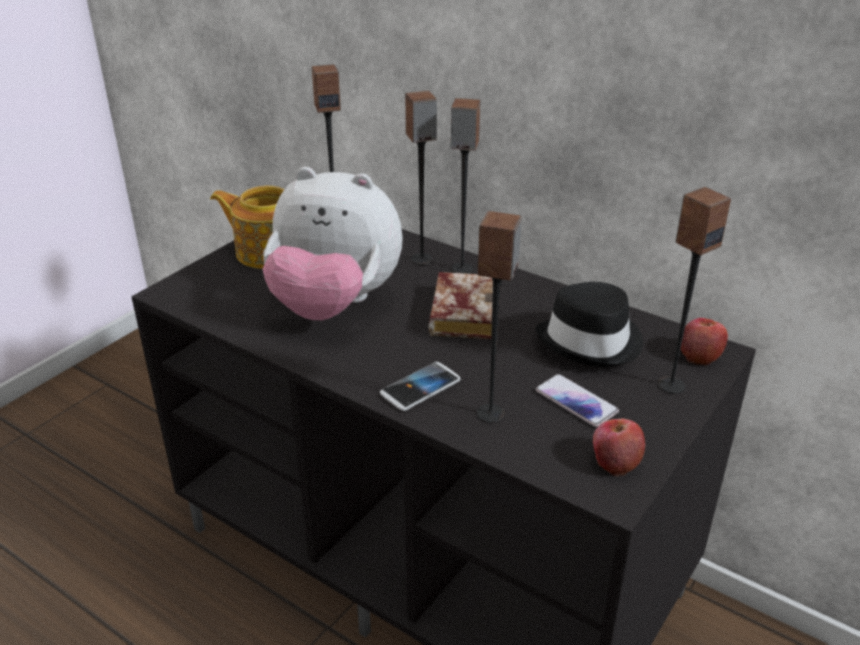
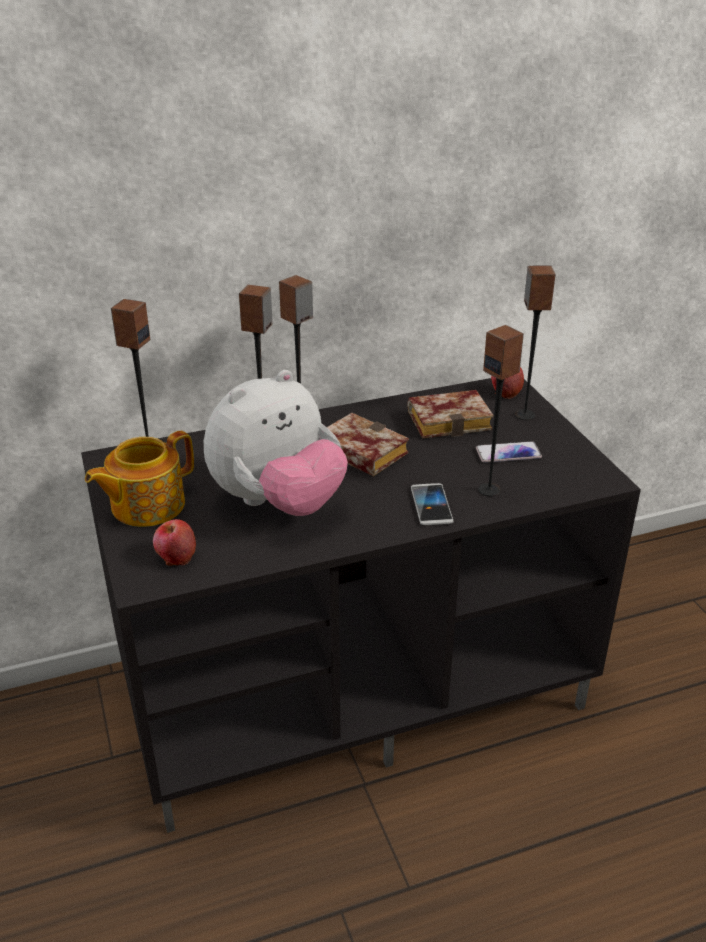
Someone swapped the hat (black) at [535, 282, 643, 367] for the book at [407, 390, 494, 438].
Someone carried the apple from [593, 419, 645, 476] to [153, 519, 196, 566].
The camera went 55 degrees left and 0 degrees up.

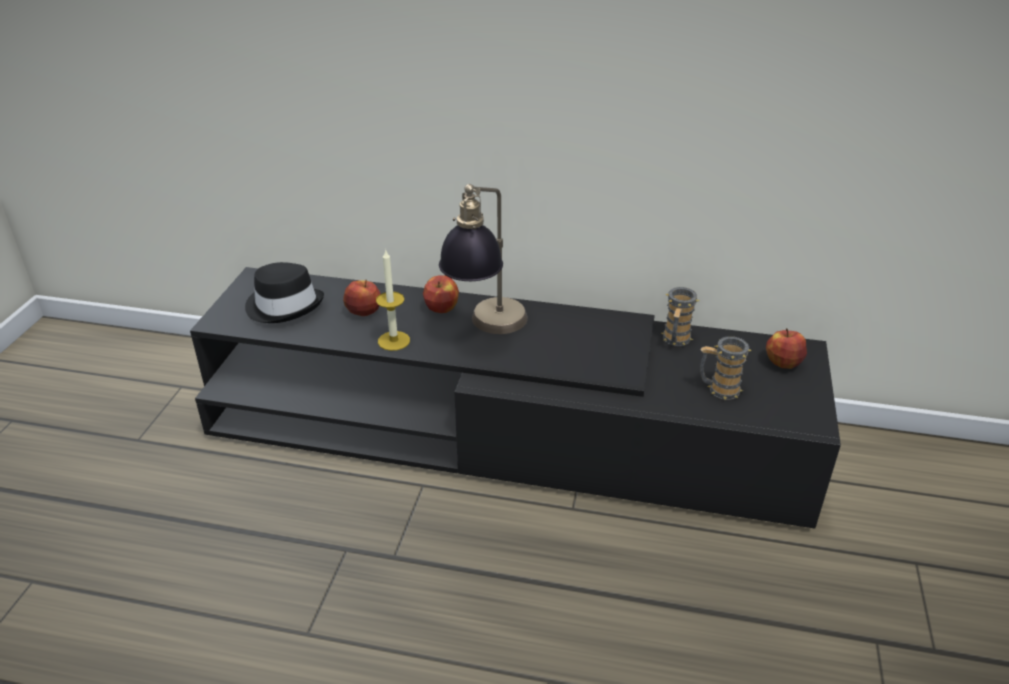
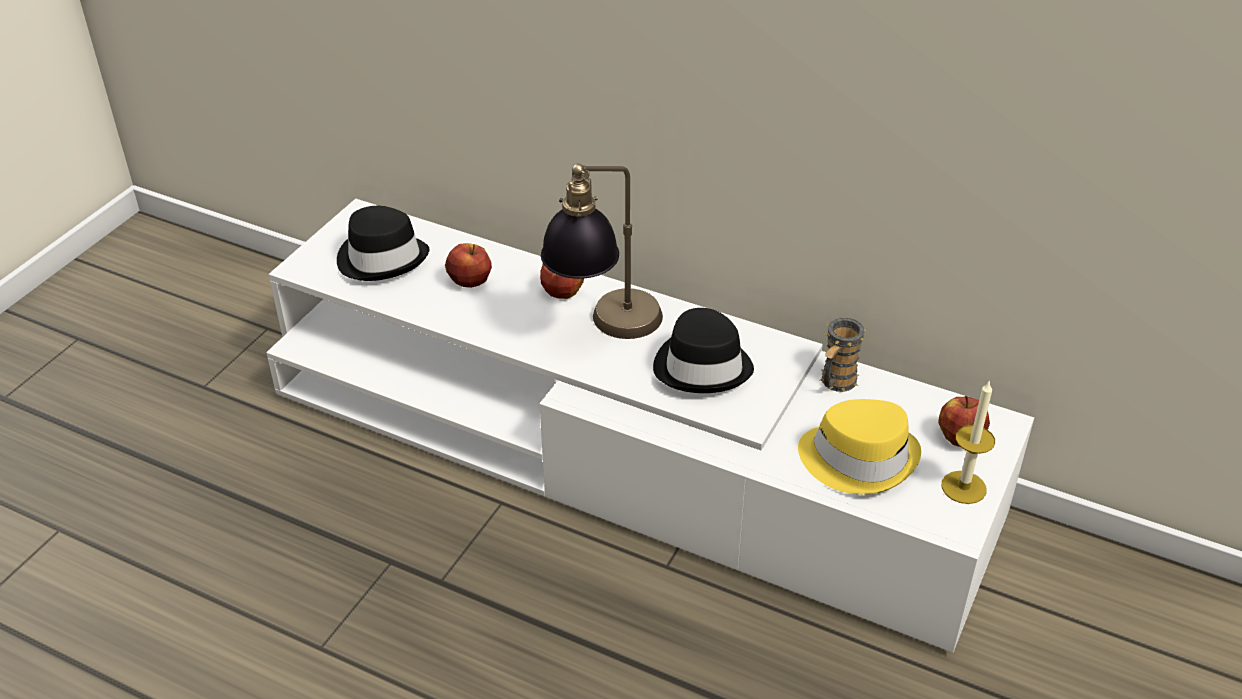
Someone carried the candle from [376, 249, 410, 351] to [942, 380, 995, 504].
Someone repainted the tv stand (black) at [190, 267, 841, 529], which became the tv stand (white) at [266, 199, 1034, 652].
Someone swapped the mug at [700, 336, 752, 400] for the hat (yellow) at [798, 399, 921, 494].
Someone put down the hat (black) at [653, 308, 754, 393].
The camera went 15 degrees right and 5 degrees up.

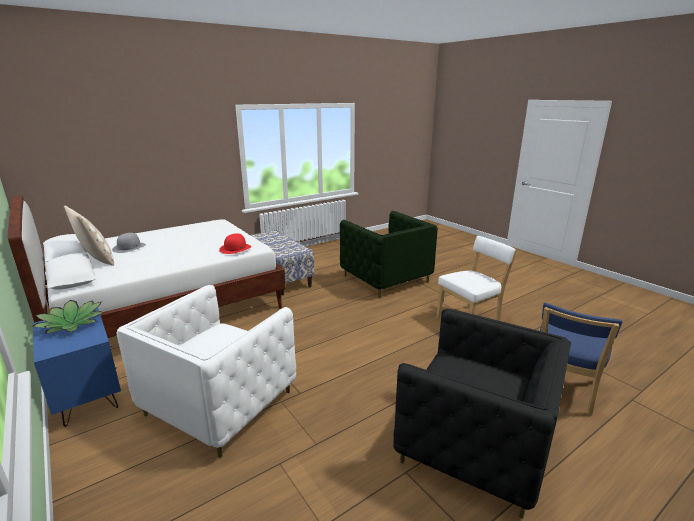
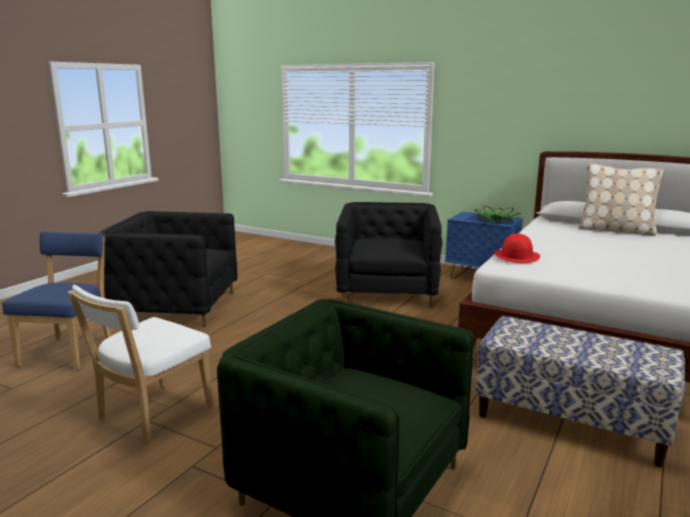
Someone took away the hat (grey) at [112, 233, 146, 253].
Someone repainted the armchair (white) at [116, 285, 296, 458], which became the armchair (black) at [335, 202, 442, 307].
The camera went 155 degrees right and 5 degrees down.

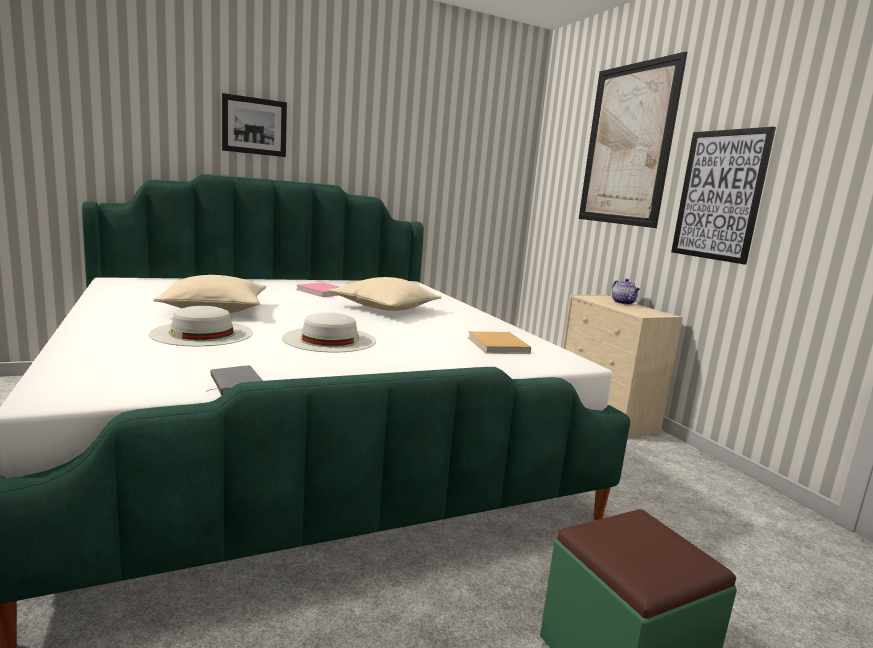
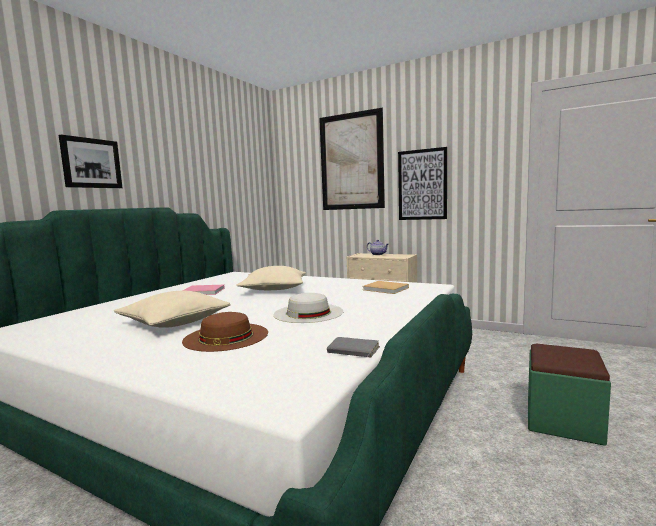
Someone repainted the hat (white) at [149, 306, 253, 346], which became the hat (brown) at [182, 312, 268, 352].
The camera went 35 degrees left and 5 degrees down.

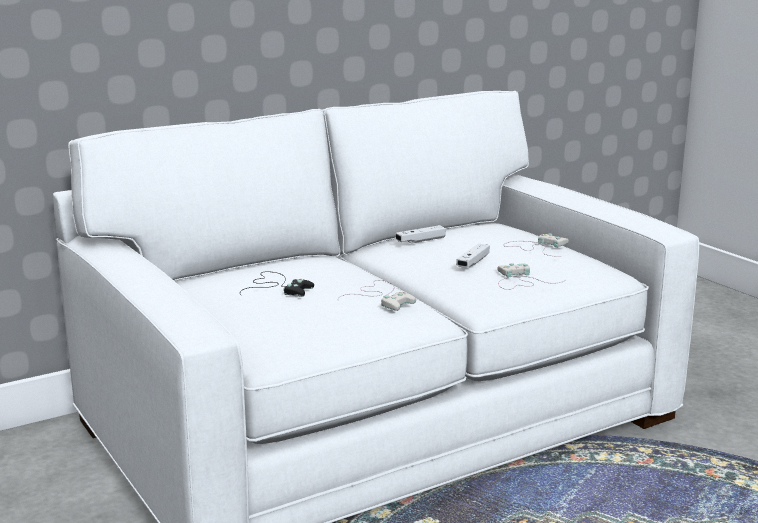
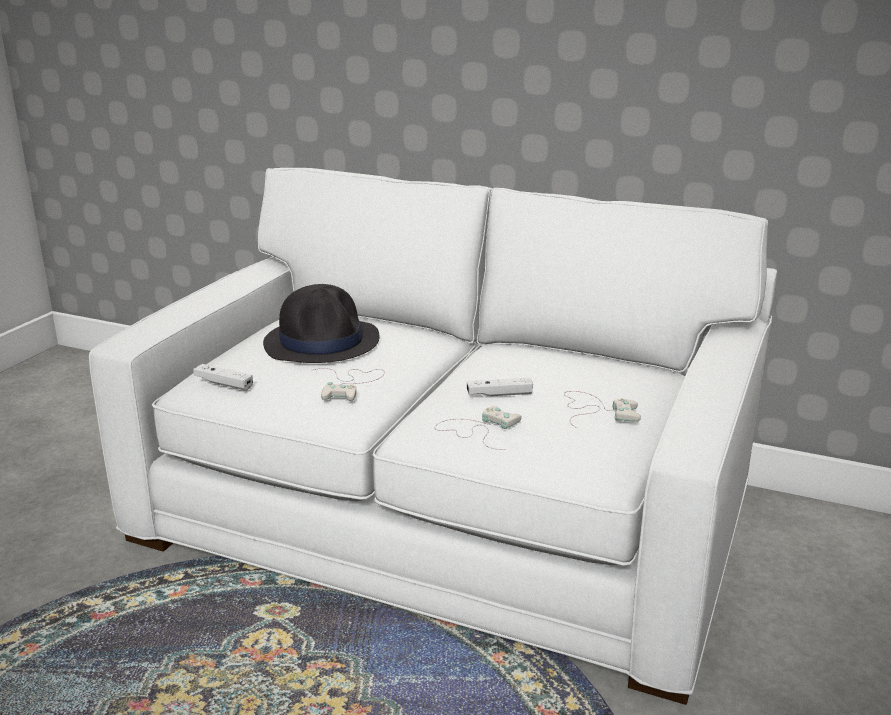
Someone carried the game controller (white) from [396, 225, 446, 243] to [193, 364, 253, 390].
Someone swapped the game controller (black) at [240, 271, 314, 297] for the hat (black) at [263, 284, 379, 363].
The camera went 55 degrees right and 5 degrees up.

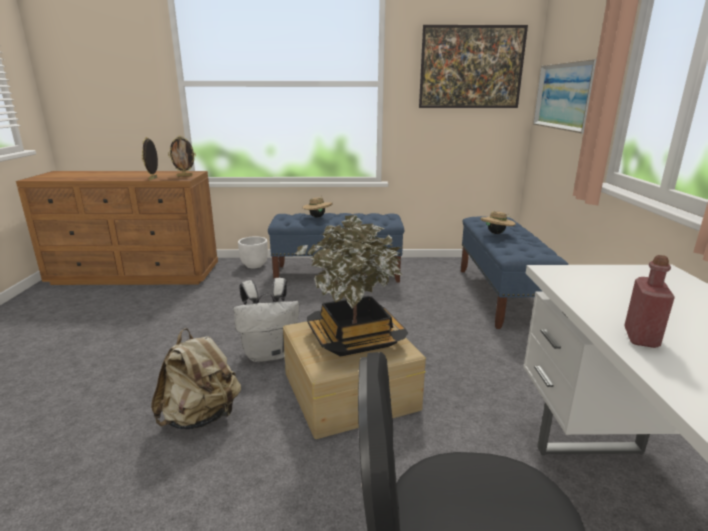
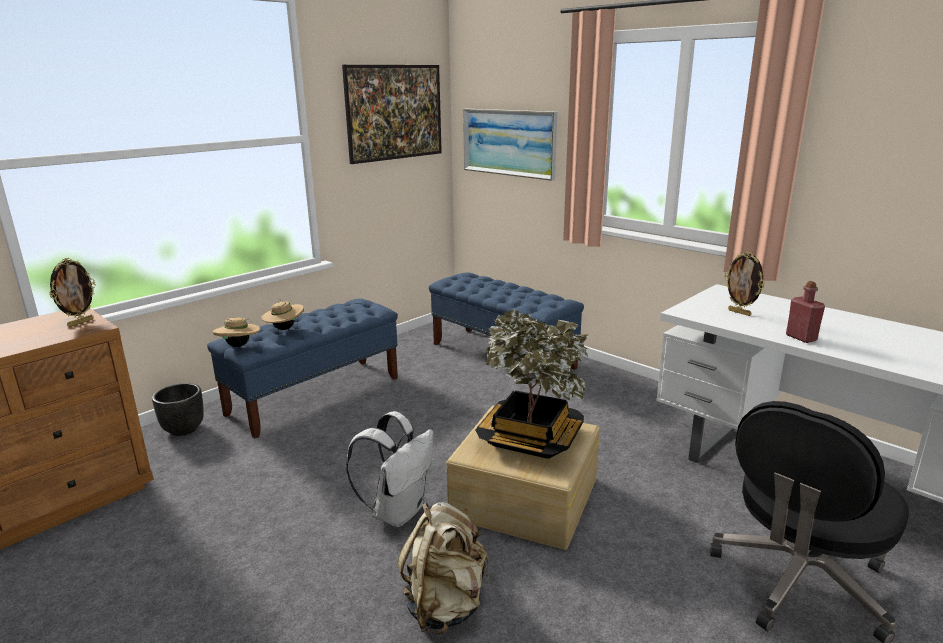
Someone carried the picture frame from [142, 137, 158, 180] to [724, 251, 765, 316].
Someone carried the hat (beige) from [481, 211, 516, 234] to [213, 318, 260, 347].
Someone repainted the planter (white) at [238, 236, 268, 268], which became the planter (black) at [152, 383, 204, 436].
The camera went 45 degrees left and 0 degrees up.

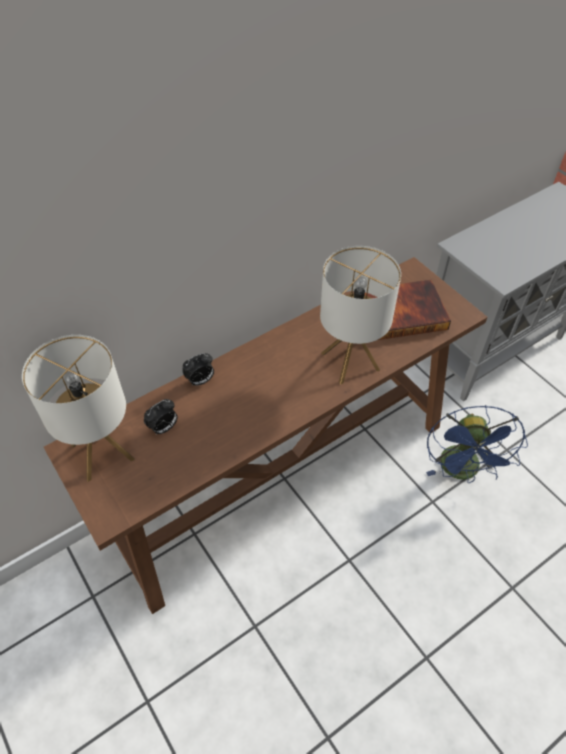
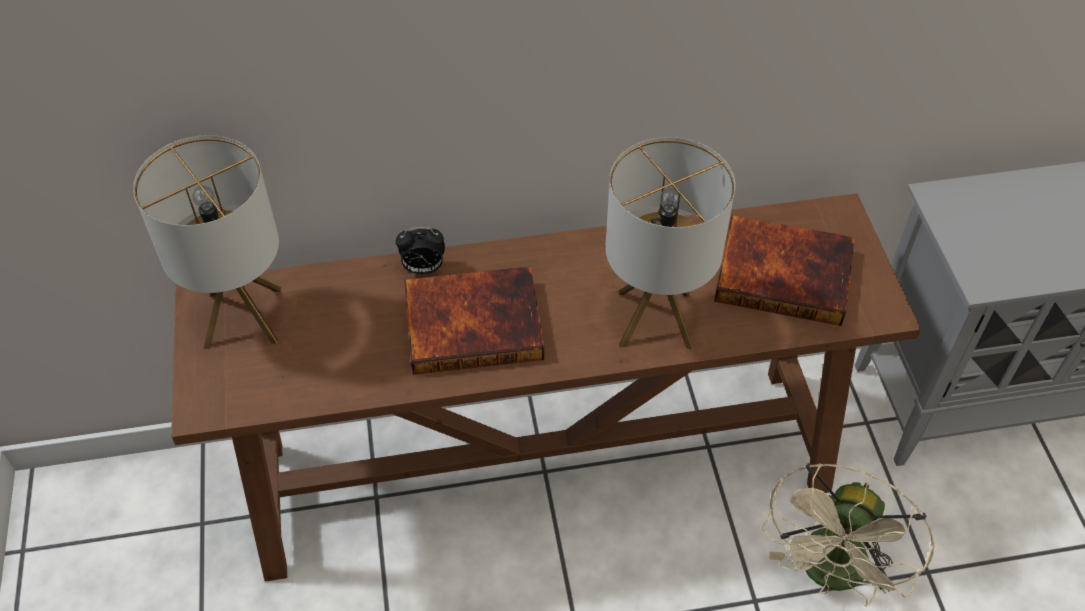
Someone took away the alarm clock at [144, 399, 178, 434].
Someone repainted the fan (blue) at [426, 405, 528, 483], which became the fan (beige) at [762, 463, 935, 607].
Someone put down the book at [404, 266, 544, 375].
The camera went 25 degrees right and 0 degrees up.

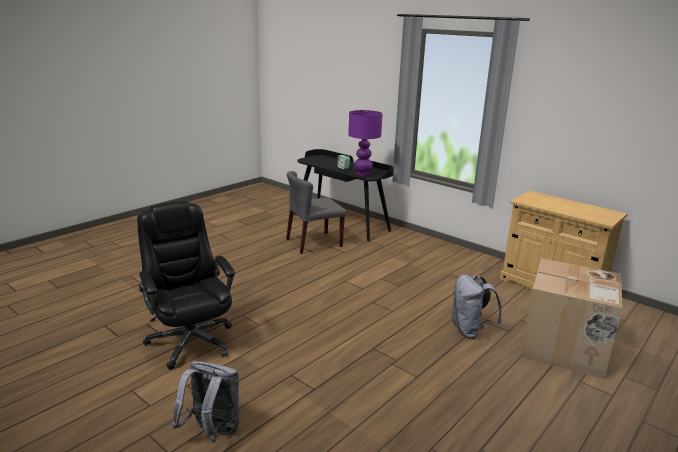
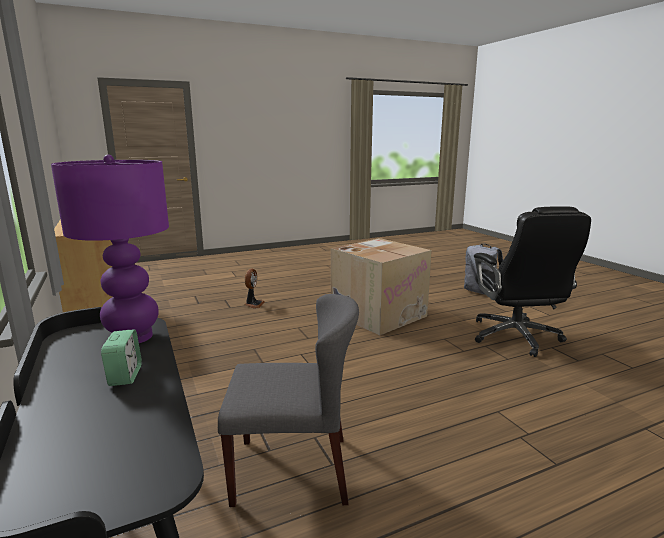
Someone carried the cardboard box from [520, 258, 623, 379] to [331, 238, 432, 335].
Someone swapped the backpack (grey) at [451, 274, 502, 339] for the fan at [244, 269, 265, 309].
The camera went 155 degrees left and 5 degrees down.

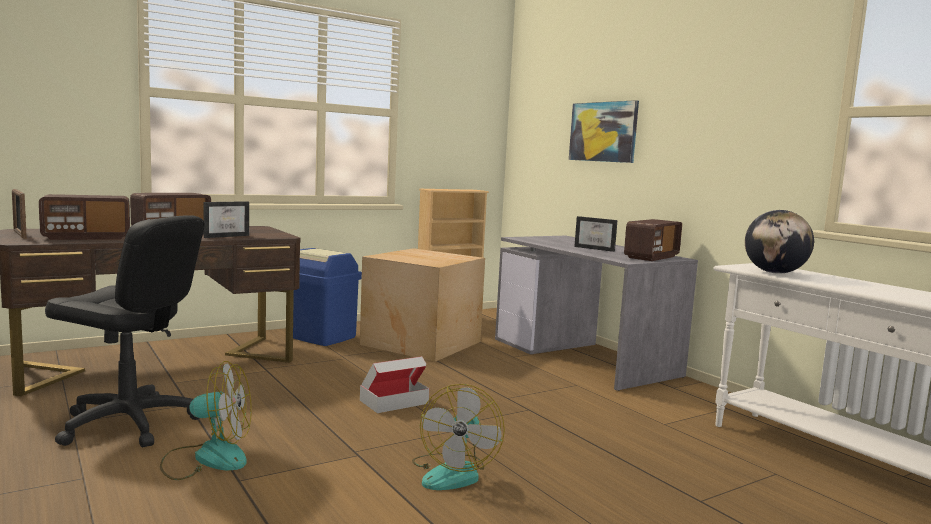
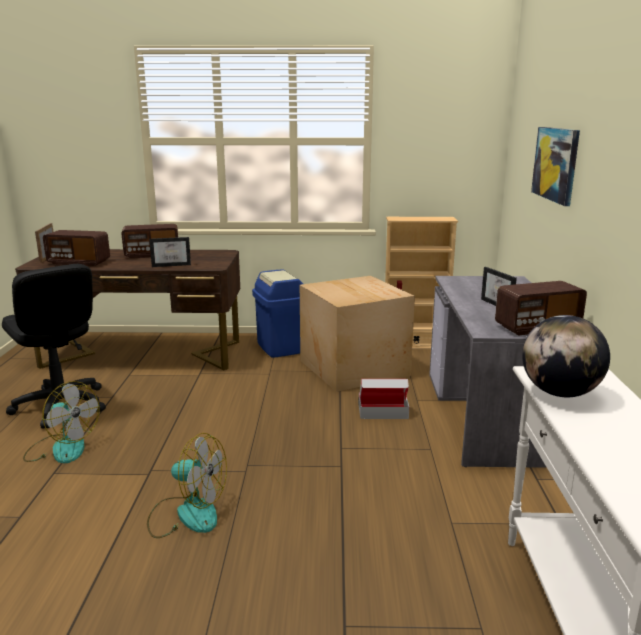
Someone carried the cardboard box from [360, 356, 429, 413] to [359, 379, 409, 419].
Someone rotated the fan at [412, 384, 505, 490] by 120 degrees counterclockwise.
The camera went 35 degrees right and 10 degrees up.

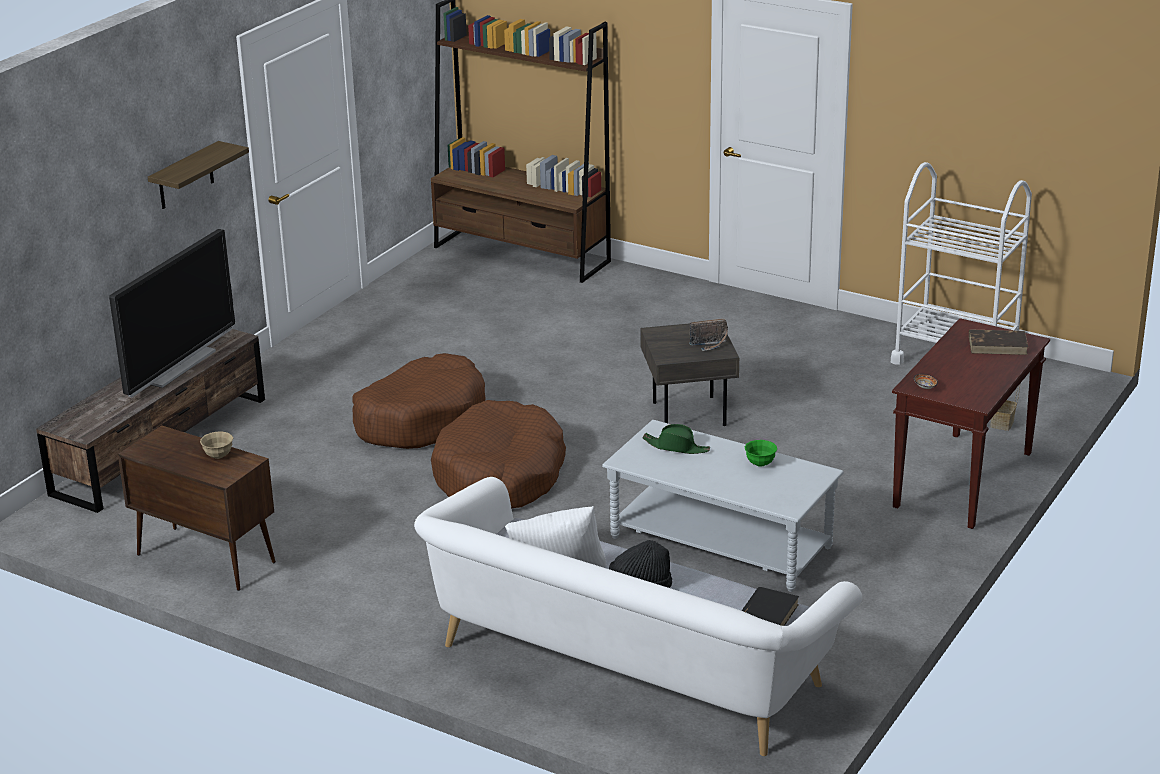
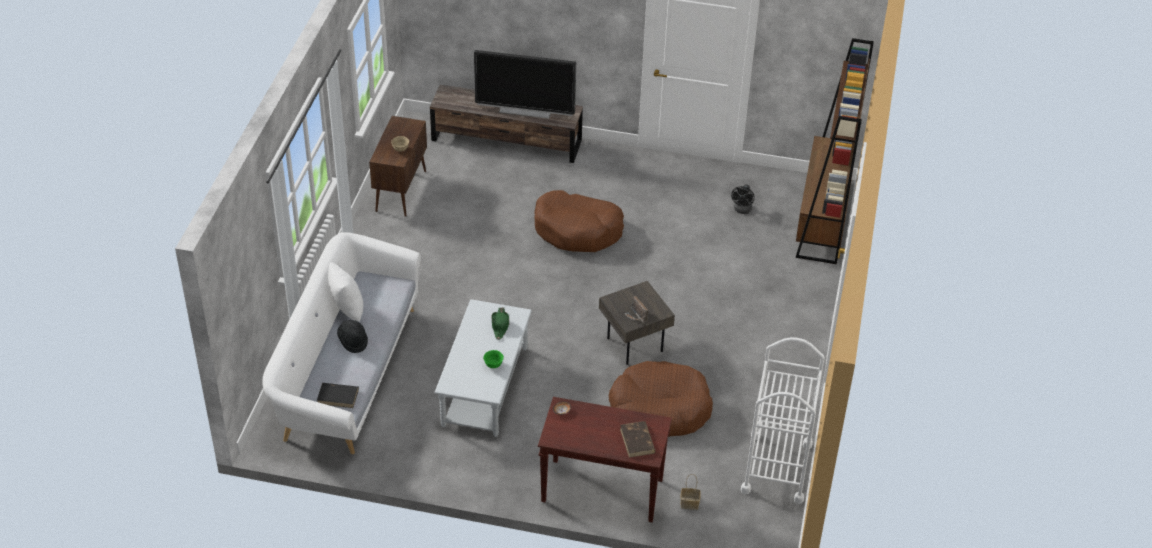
Someone took away the shelf at [148, 141, 249, 209].
Someone carried the dog bed (brown) from [431, 400, 566, 508] to [609, 361, 713, 437].
Someone put down the fan (black) at [731, 184, 755, 214].
The camera went 70 degrees right and 15 degrees up.

